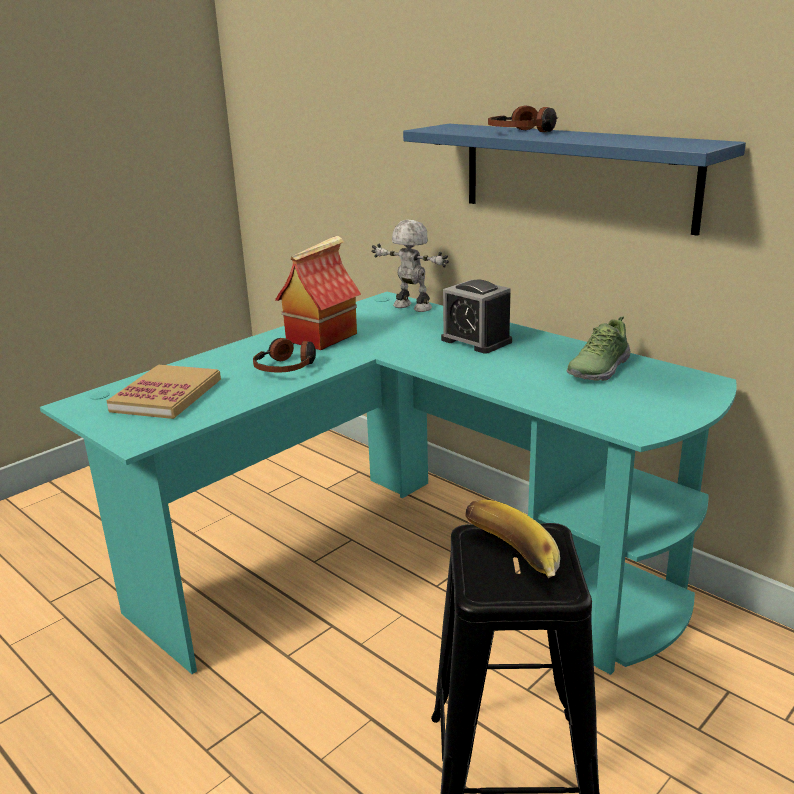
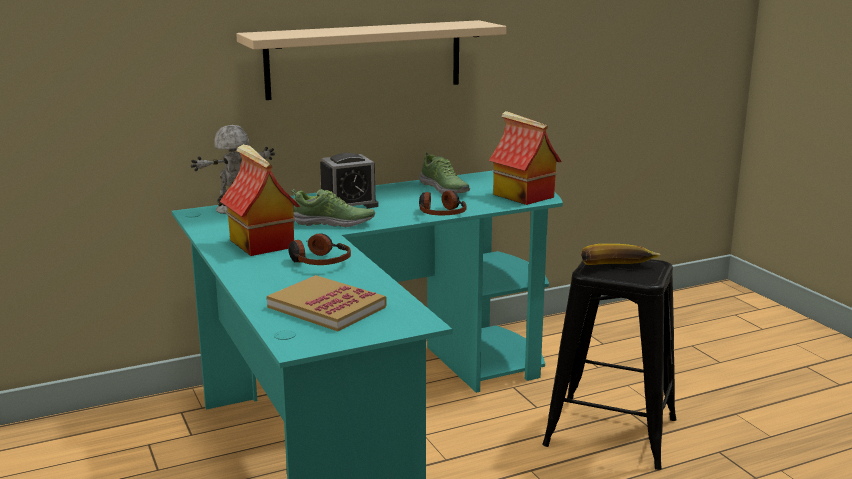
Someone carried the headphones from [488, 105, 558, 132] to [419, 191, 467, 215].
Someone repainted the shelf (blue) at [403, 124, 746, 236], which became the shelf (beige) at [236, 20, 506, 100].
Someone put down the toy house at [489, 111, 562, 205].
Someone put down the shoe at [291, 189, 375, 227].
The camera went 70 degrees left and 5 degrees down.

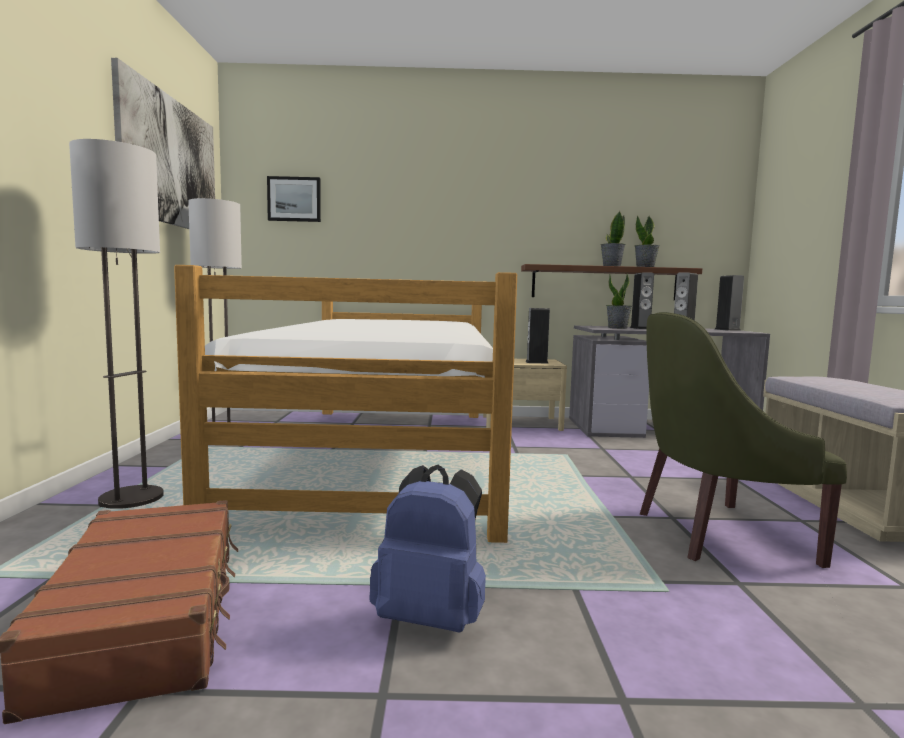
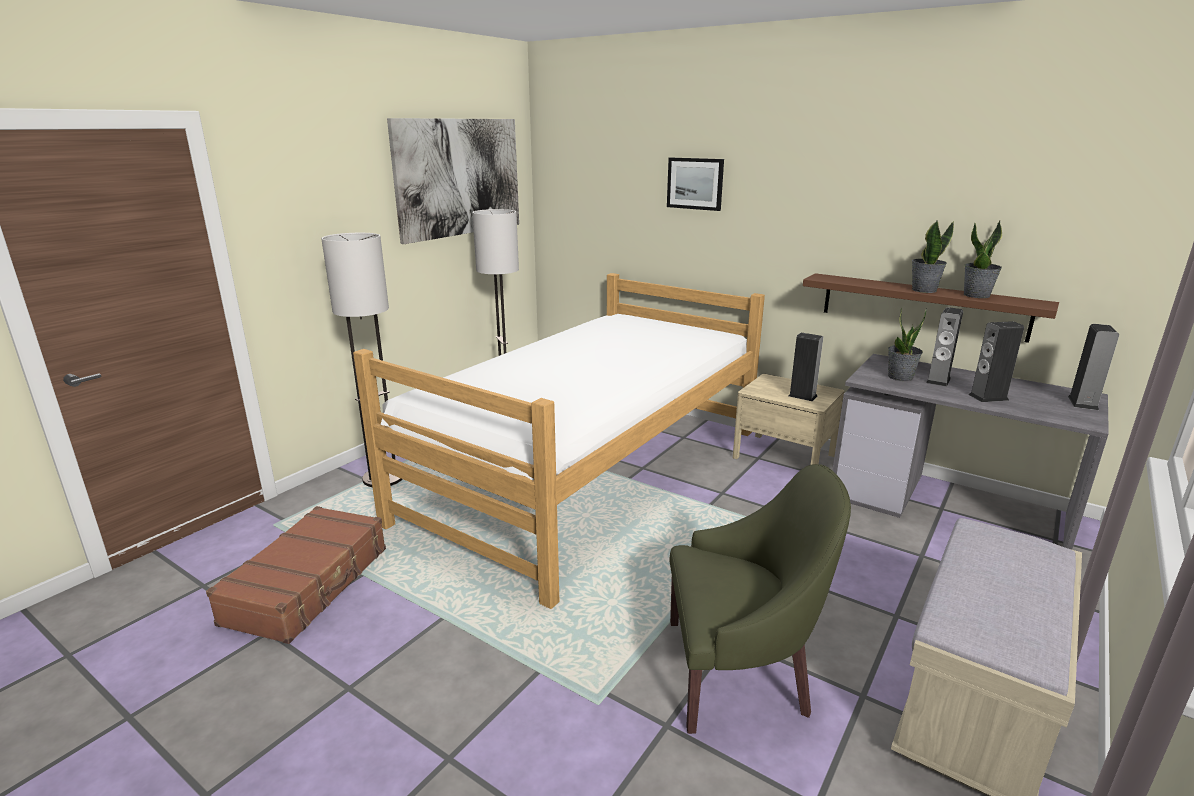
Someone carried the picture from [267, 176, 321, 222] to [667, 158, 724, 211].
Someone rotated the armchair (green) at [640, 312, 847, 568] by 150 degrees clockwise.
Someone took away the backpack (blue) at [369, 465, 486, 633].
The camera went 35 degrees right and 15 degrees up.

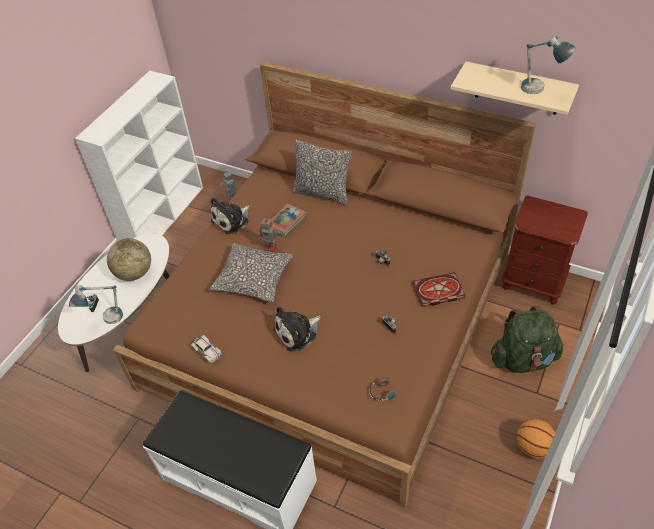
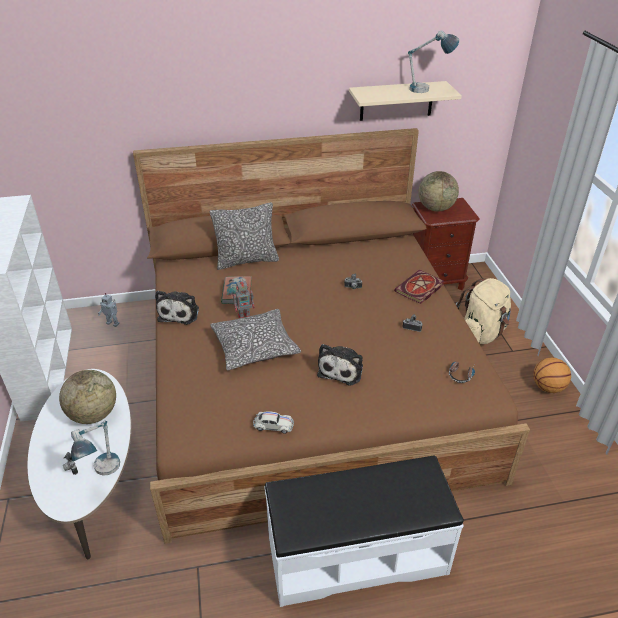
Someone repainted the backpack (green) at [491, 306, 564, 373], which became the backpack (beige) at [455, 278, 511, 344].
Someone put down the globe at [418, 171, 459, 212].
The camera went 40 degrees left and 10 degrees down.

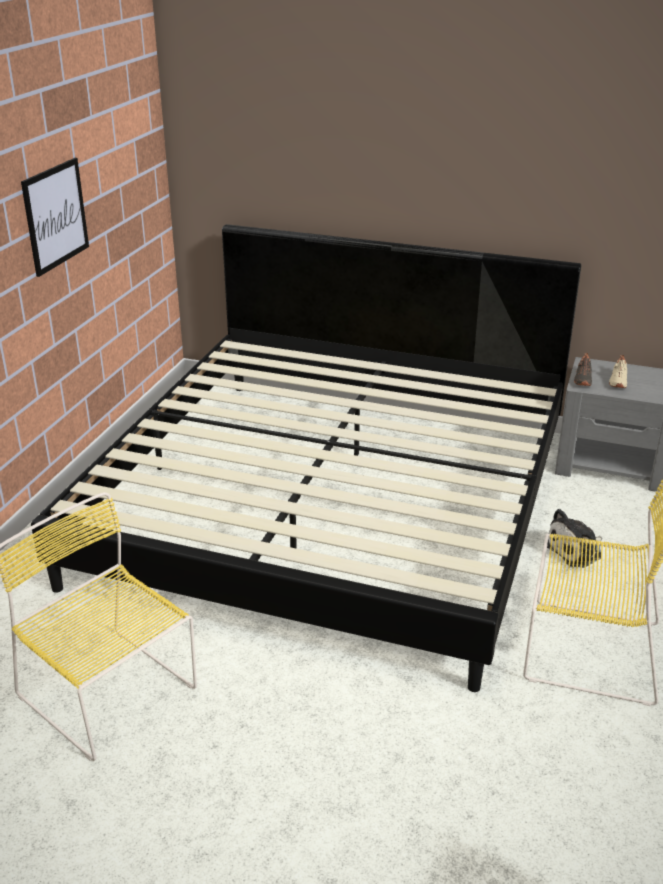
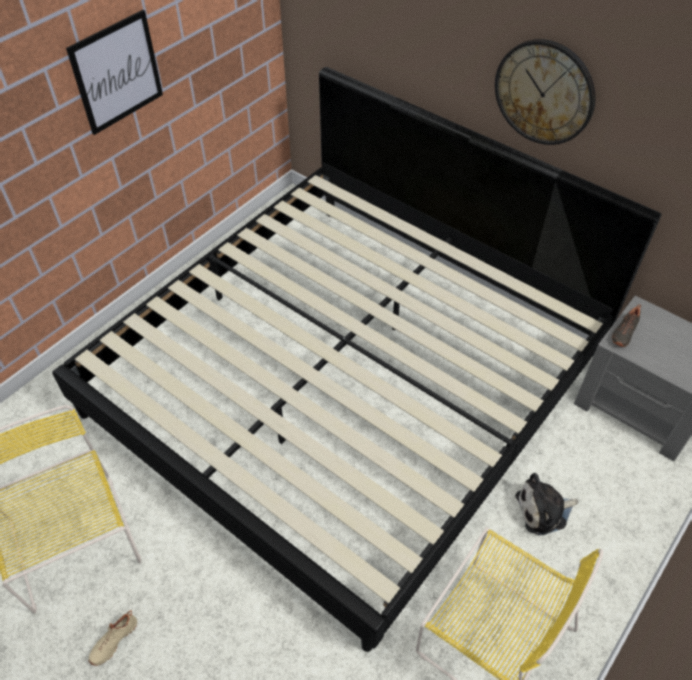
Someone carried the shoe (beige) from [609, 355, 627, 388] to [88, 610, 137, 666].
Someone put up the wall clock at [495, 39, 595, 145].
The camera went 20 degrees right and 20 degrees up.

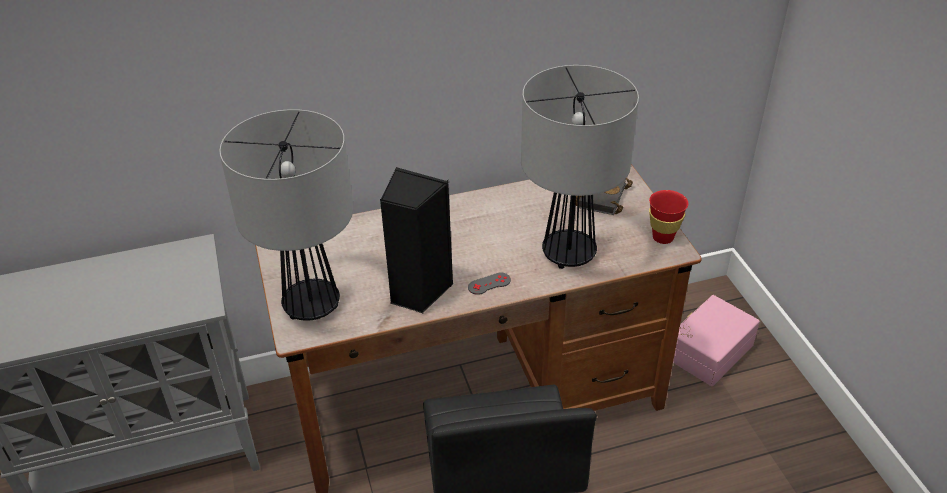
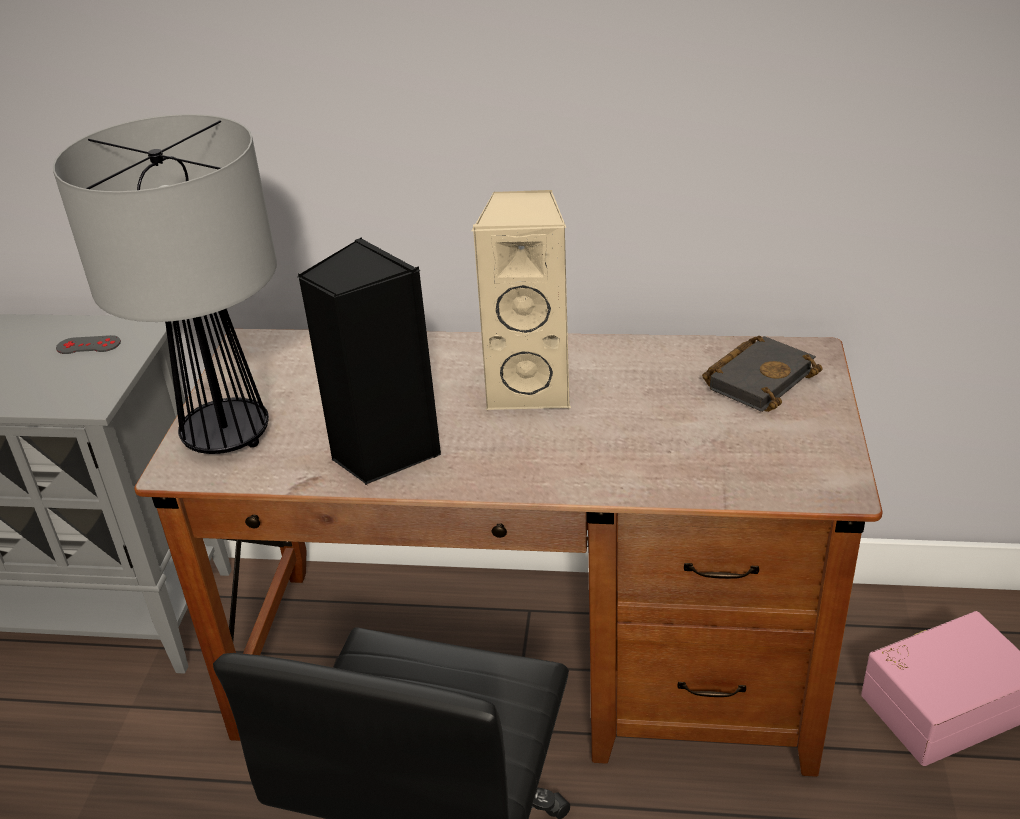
Someone took away the table lamp at [521, 65, 639, 269].
Someone took away the cup (red) at [649, 190, 688, 244].
Someone carried the game controller (grey) from [468, 273, 511, 295] to [56, 335, 121, 354].
Someone put down the speaker (beige) at [472, 190, 571, 410].
The camera went 25 degrees right and 5 degrees down.

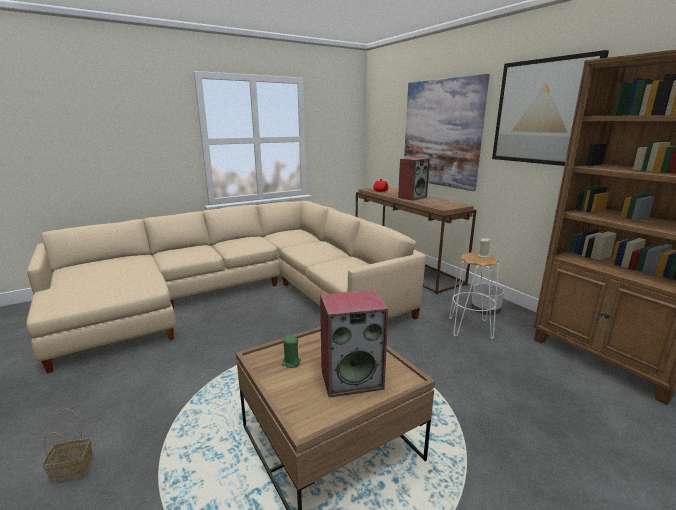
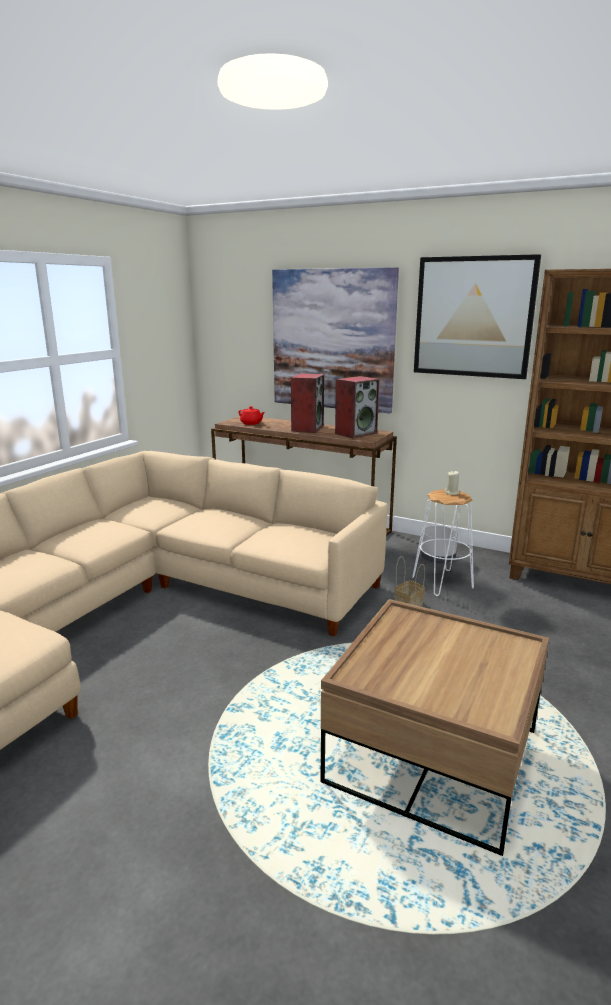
Someone carried the speaker from [320, 290, 388, 397] to [335, 376, 380, 439].
Someone took away the candle (green) at [282, 335, 301, 368].
Someone carried the basket from [43, 408, 94, 484] to [394, 556, 425, 606].
The camera went 30 degrees left and 0 degrees up.

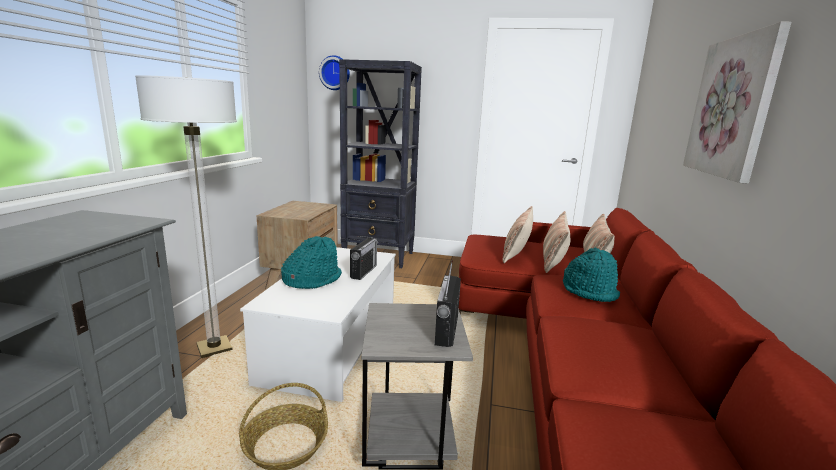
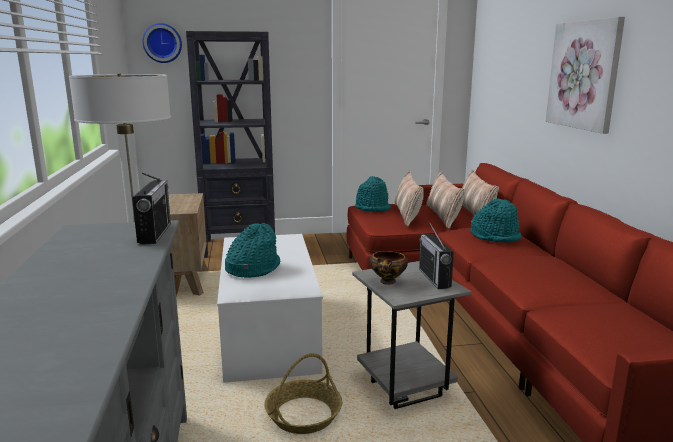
Someone carried the radio from [350, 236, 378, 280] to [132, 173, 171, 244].
Someone put down the hat (turquoise) at [356, 176, 392, 212].
Someone put down the bowl at [369, 251, 408, 285].
The camera went 20 degrees left and 0 degrees up.

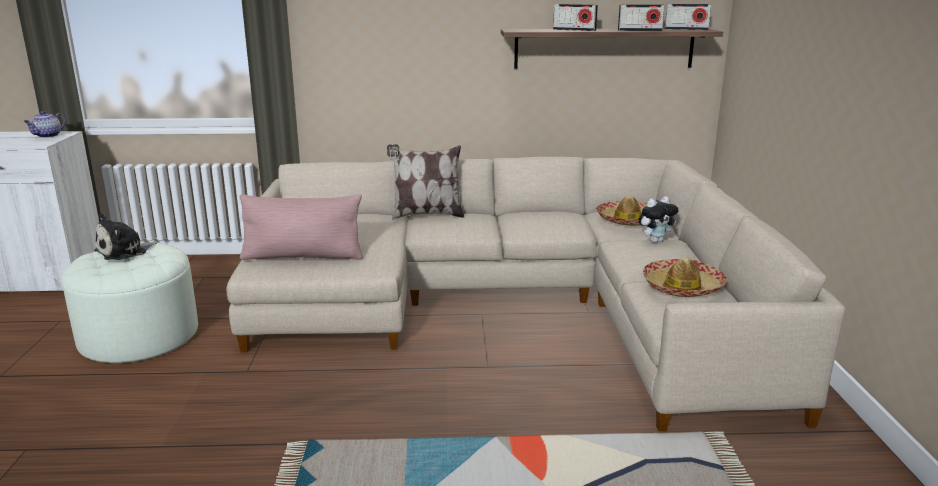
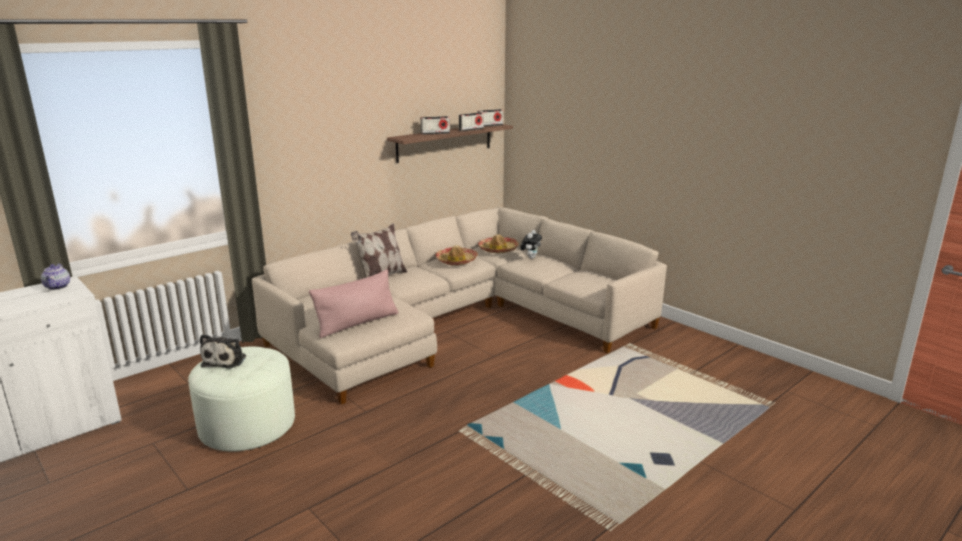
Someone carried the hat from [643, 257, 727, 297] to [435, 245, 478, 266].
The camera went 40 degrees left and 0 degrees up.

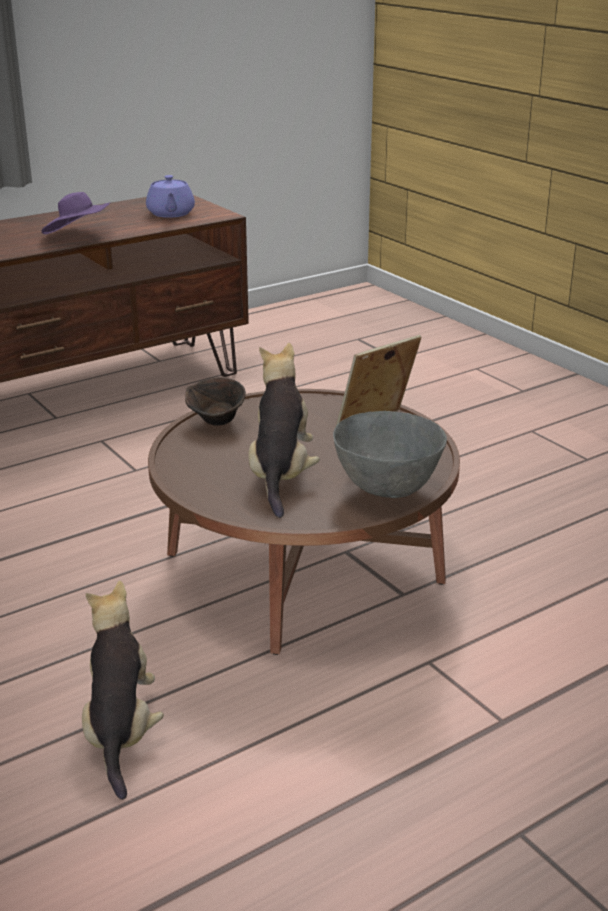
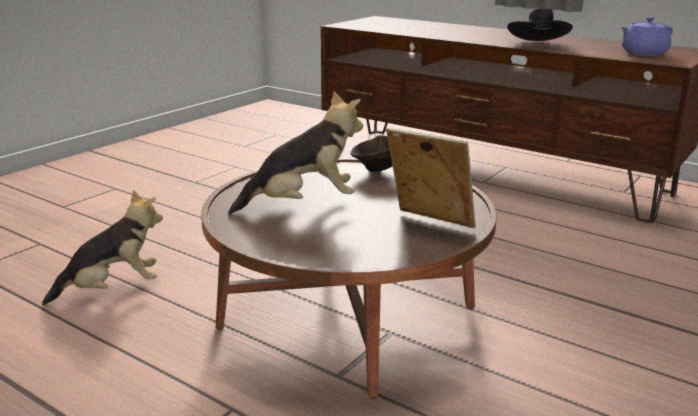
Someone repainted the hat (purple) at [41, 192, 110, 234], which became the hat (black) at [508, 8, 573, 41].
Someone took away the bowl (grey) at [333, 411, 447, 498].
The camera went 70 degrees right and 5 degrees down.

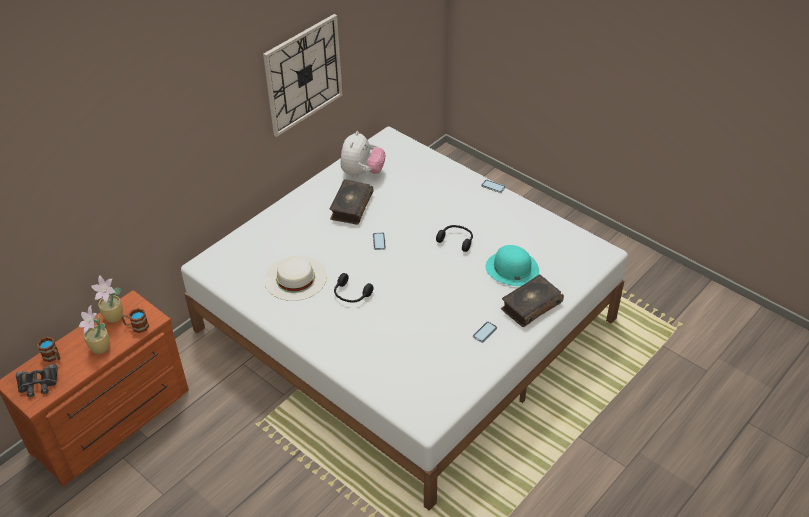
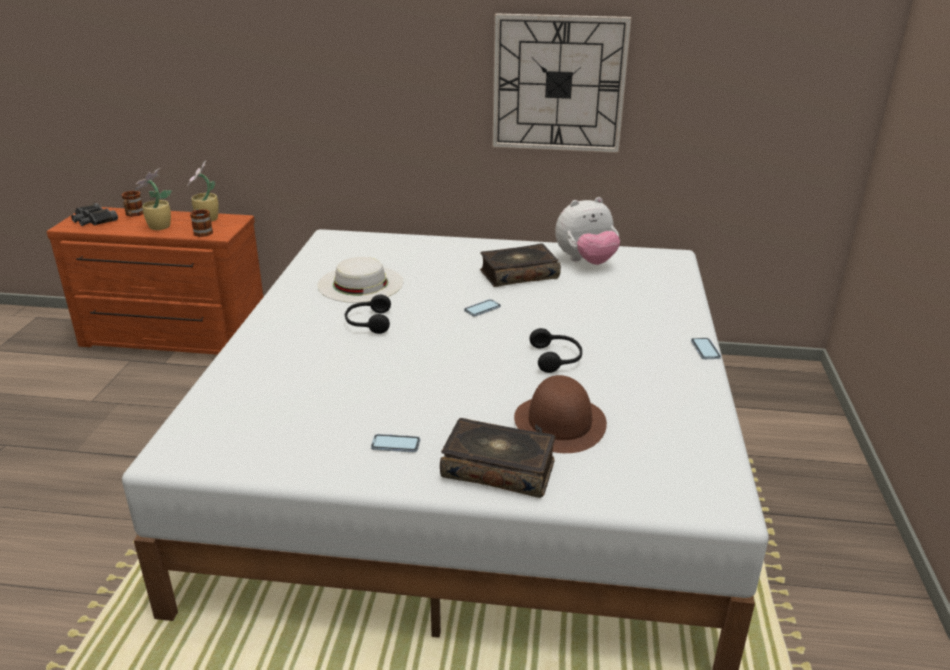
Someone repainted the hat (turquoise) at [485, 245, 539, 286], which became the hat (brown) at [514, 375, 607, 453].
The camera went 55 degrees right and 15 degrees down.

